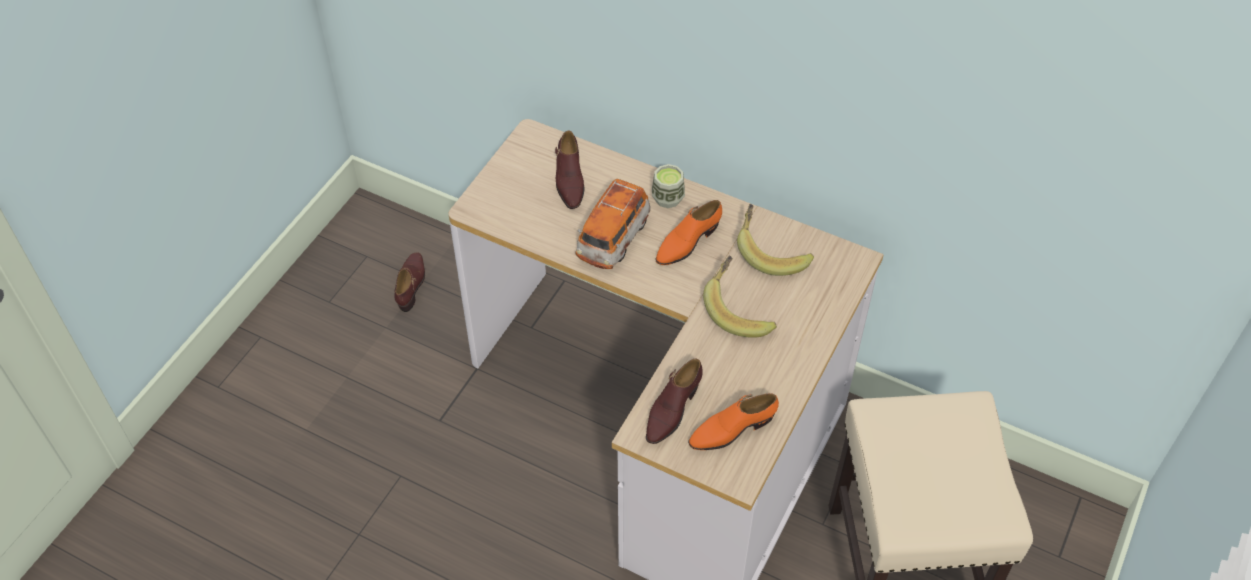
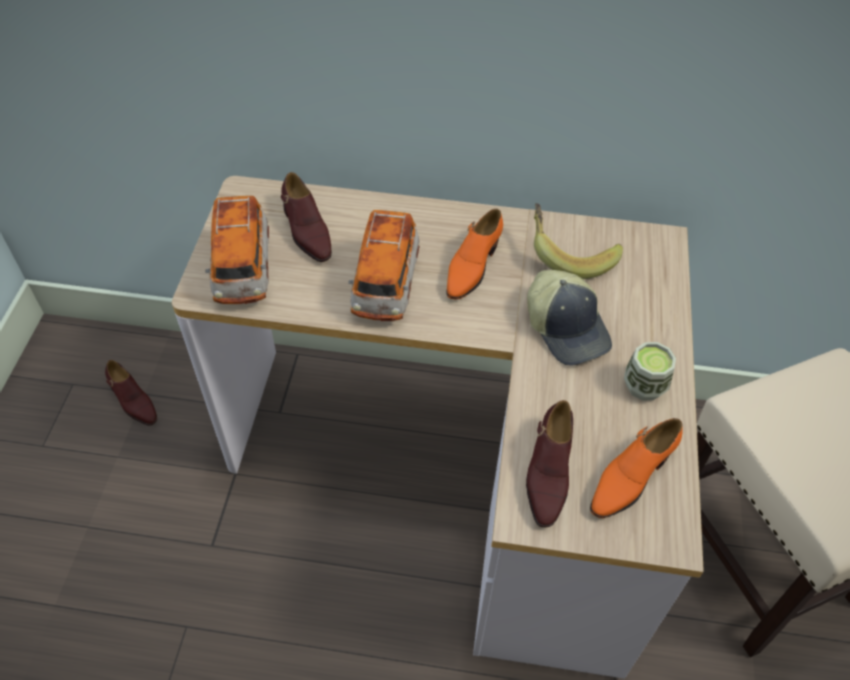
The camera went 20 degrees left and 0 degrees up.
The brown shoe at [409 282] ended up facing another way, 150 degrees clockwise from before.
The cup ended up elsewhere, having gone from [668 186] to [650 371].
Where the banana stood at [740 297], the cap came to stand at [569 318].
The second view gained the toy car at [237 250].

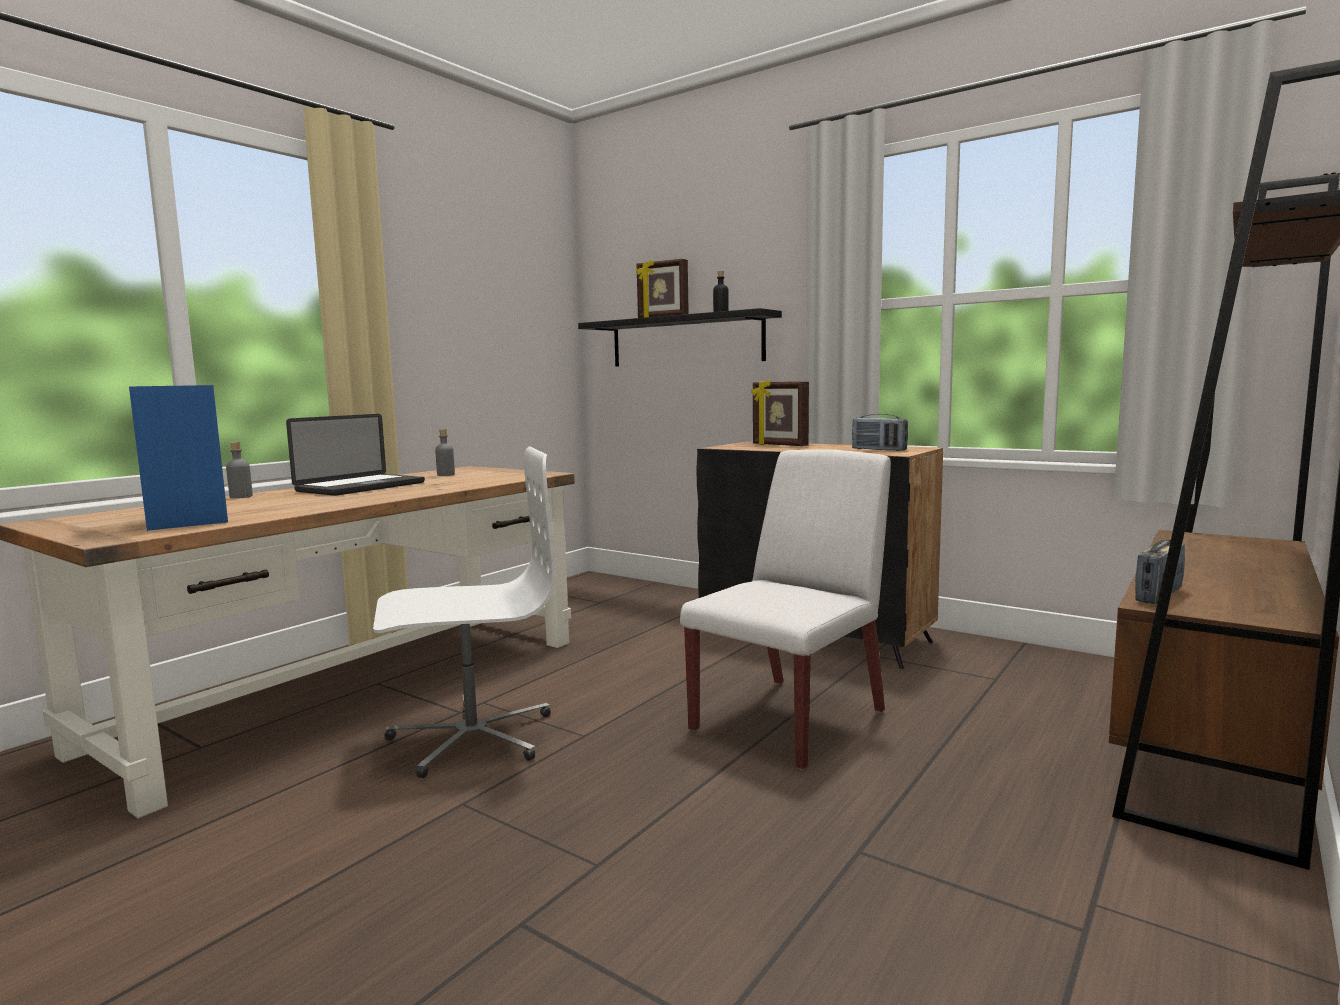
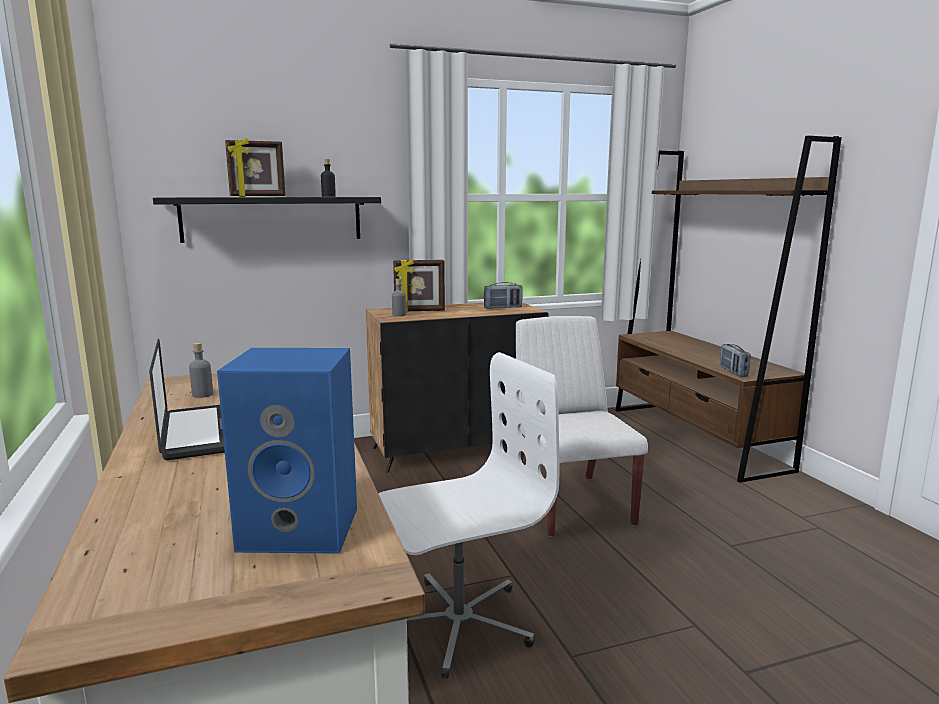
The camera went 55 degrees left and 5 degrees up.
The grey bottle ended up elsewhere, having gone from [239 470] to [399 298].
The white office chair at [464 612] ended up facing another way, 45 degrees clockwise from before.

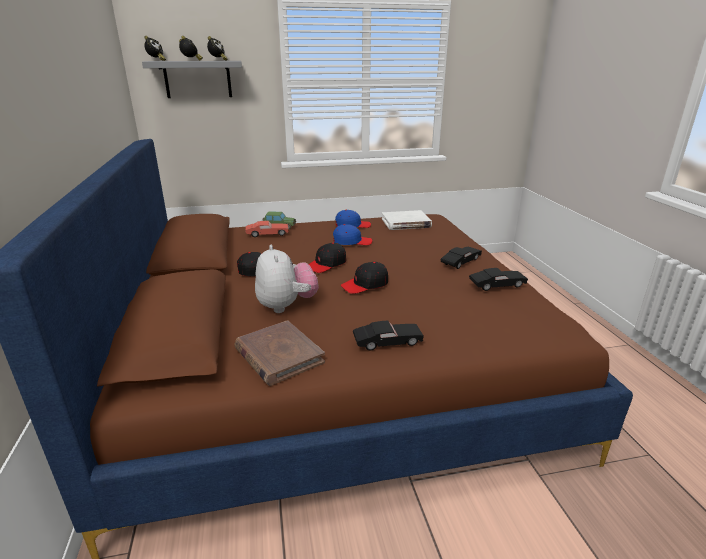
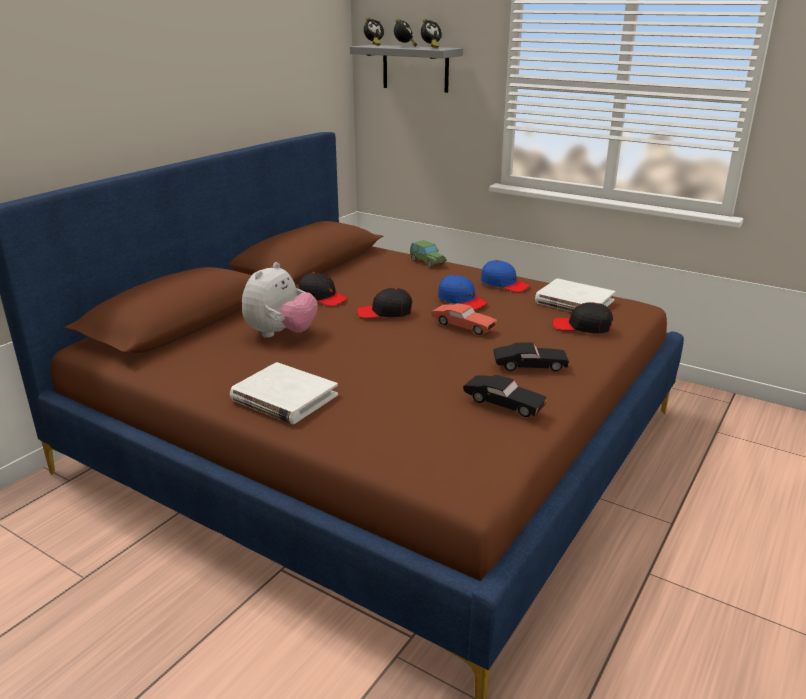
The camera went 45 degrees right and 0 degrees up.
The second view lost the brown book at [279 353].
The red toy car ended up elsewhere, having gone from [267 229] to [464 319].
The black cap ended up elsewhere, having gone from [364 278] to [582 318].
Where the black toy car stood at [388 335], the white book came to stand at [284 393].

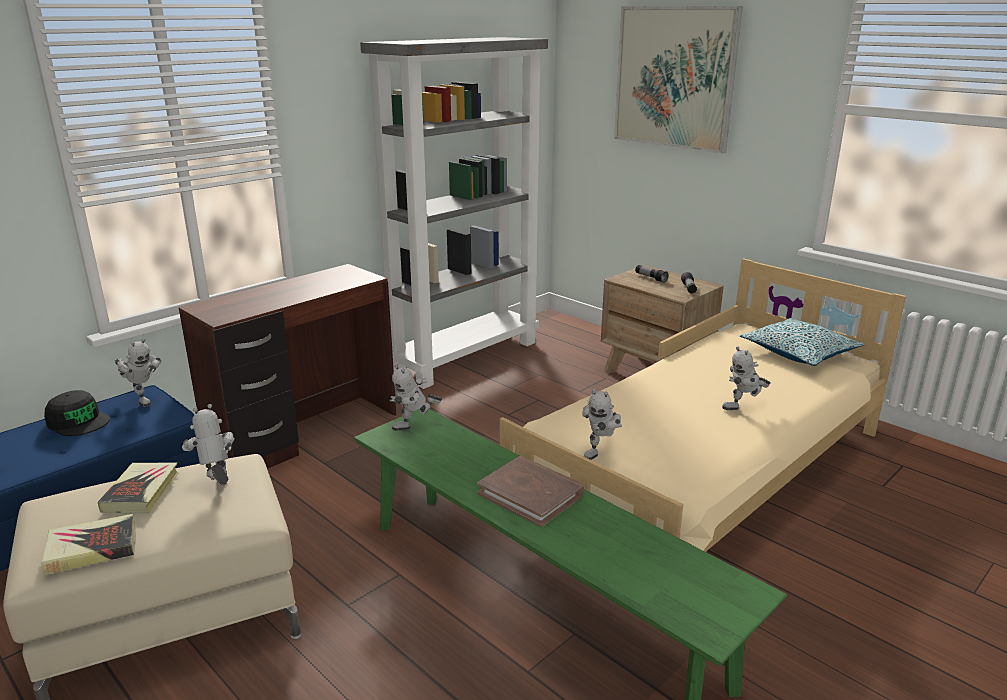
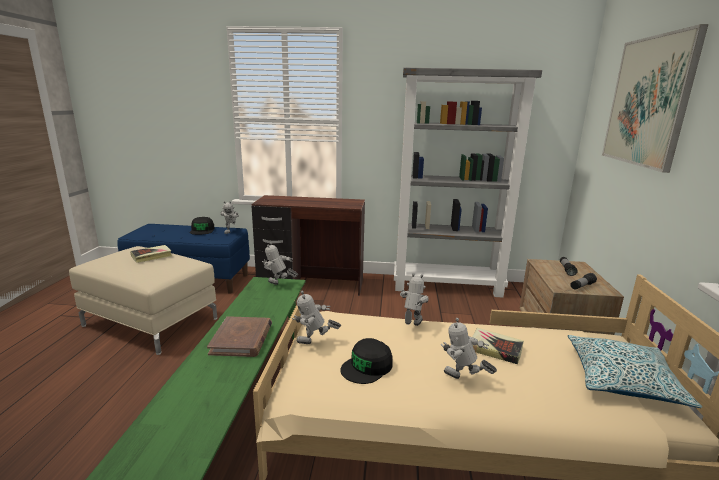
The camera went 50 degrees right and 5 degrees down.
The book ended up elsewhere, having gone from [88 545] to [498 346].
The toy robot ended up elsewhere, having gone from [208 445] to [414 299].
The second view gained the black cap at [366 361].

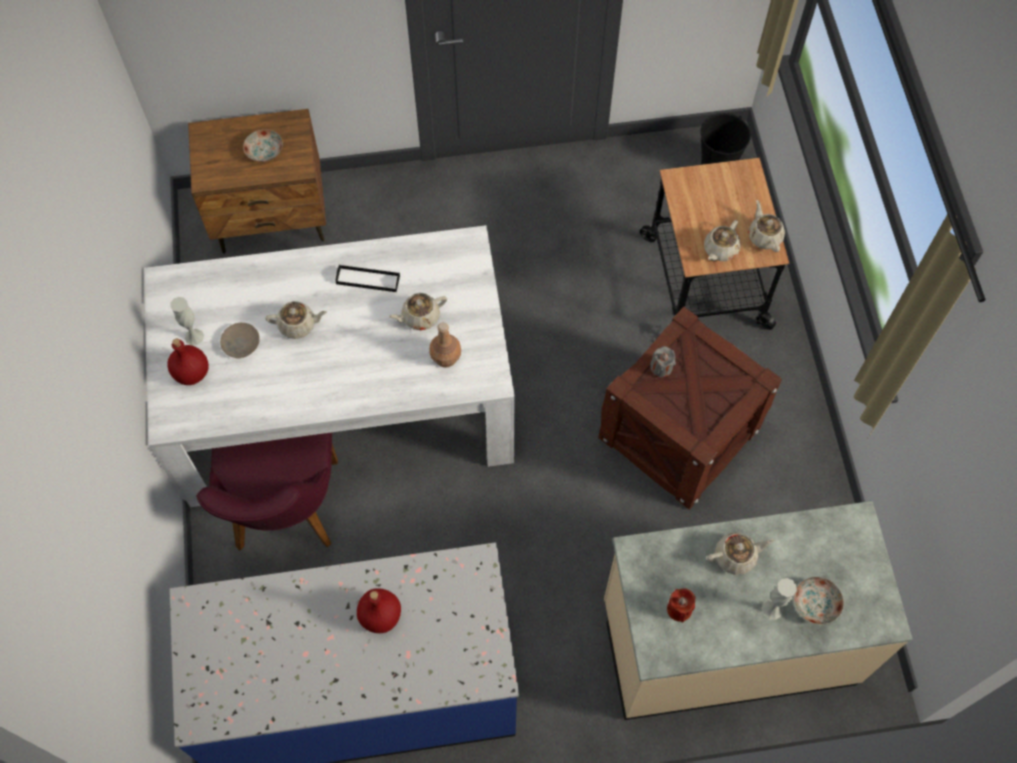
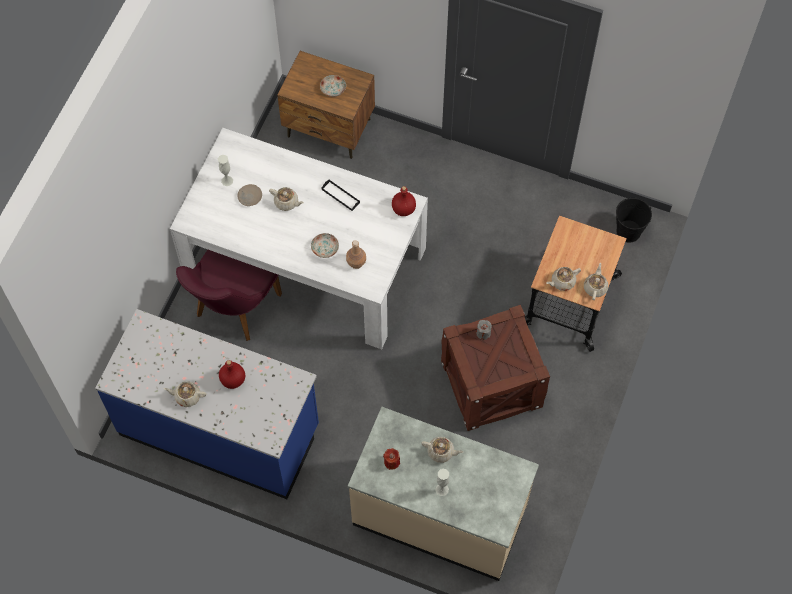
The camera went 30 degrees right and 0 degrees up.
The red bottle ended up elsewhere, having gone from [188 362] to [404 201].
The beige teapot ended up elsewhere, having gone from [418 311] to [185 394].
The plate ended up elsewhere, having gone from [819 600] to [325 245].

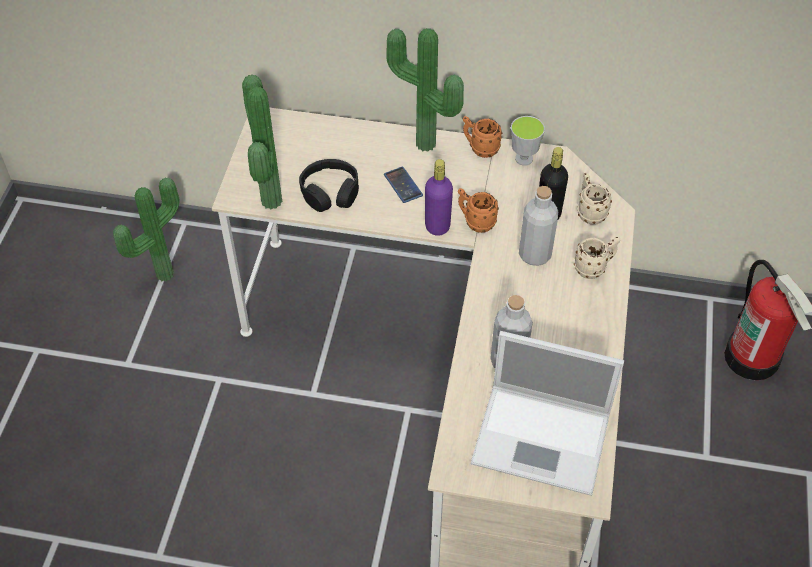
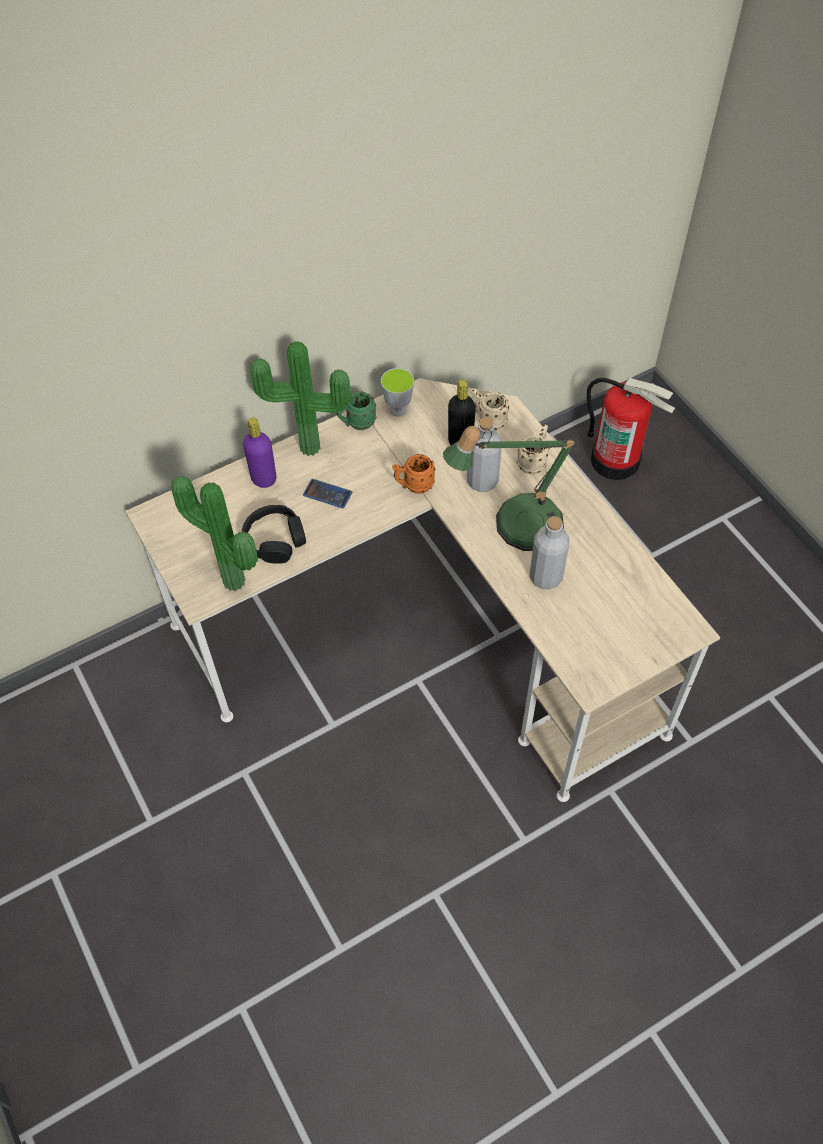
The camera went 40 degrees left and 5 degrees up.
The second view lost the potted plant at [146 229].
The purple bottle ended up elsewhere, having gone from [439 197] to [259 453].
What was the orange mug at [482 137] turned into the green mug at [356 410].
The second view lost the laptop at [547 413].
The second view gained the table lamp at [511 488].

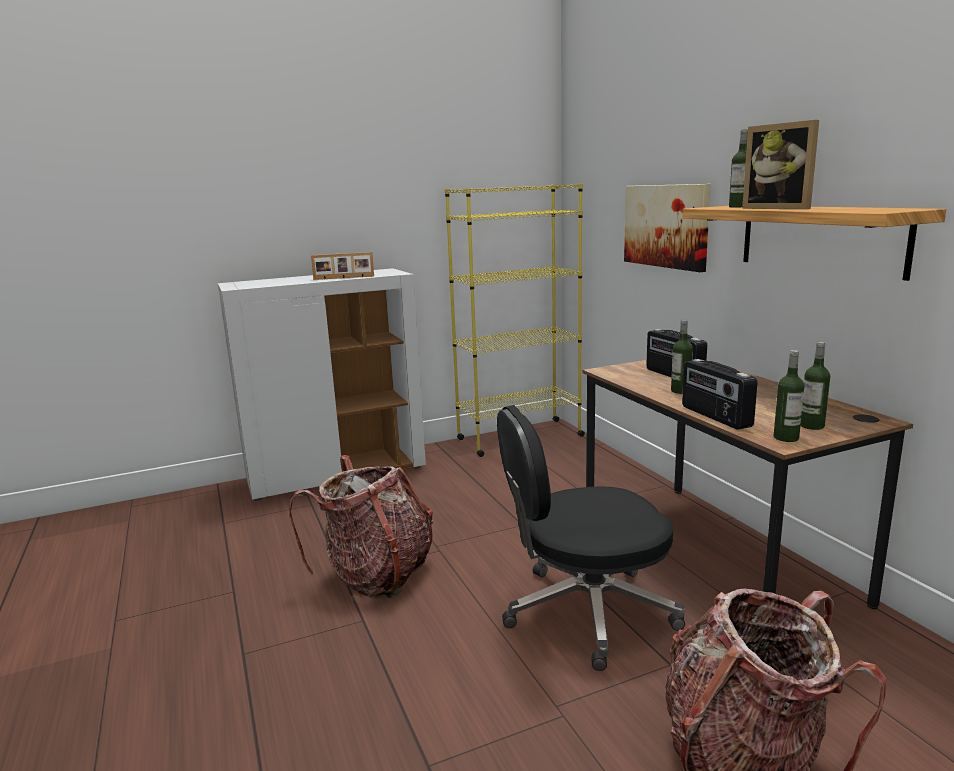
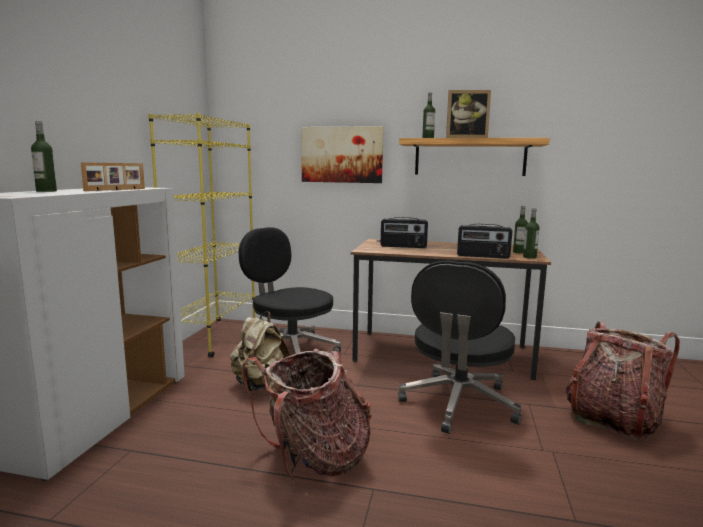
The camera went 55 degrees left and 5 degrees down.
The bottle ended up elsewhere, having gone from [682 357] to [44 156].
The second view gained the beige backpack at [260 351].
The second view gained the black office chair at [289 290].

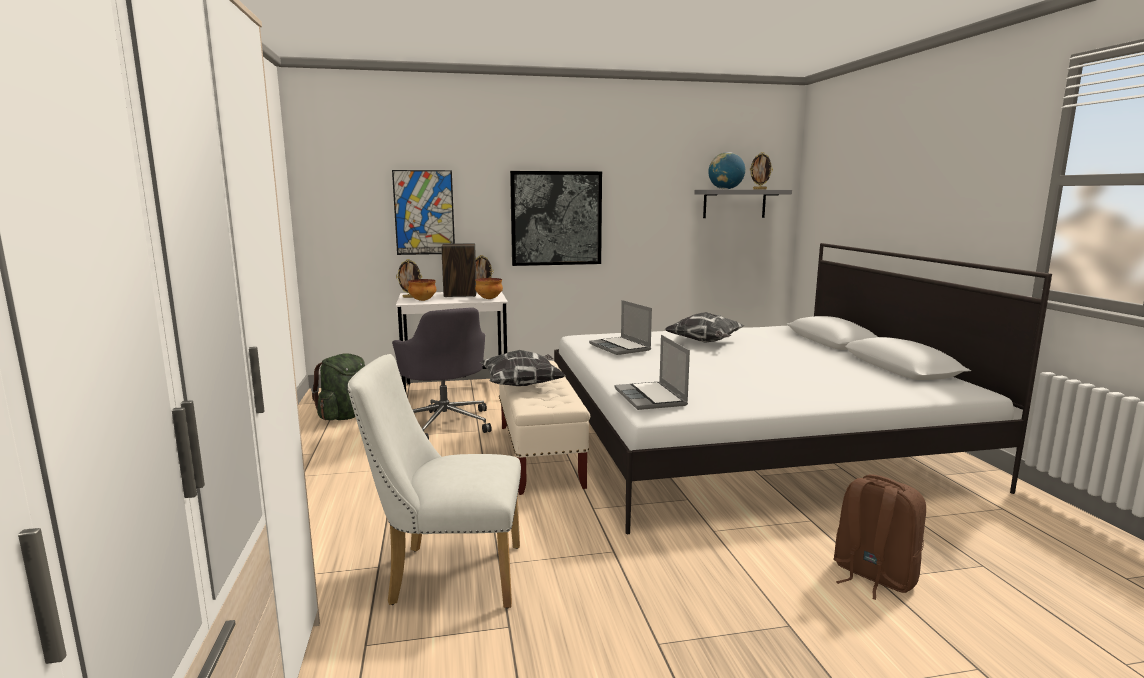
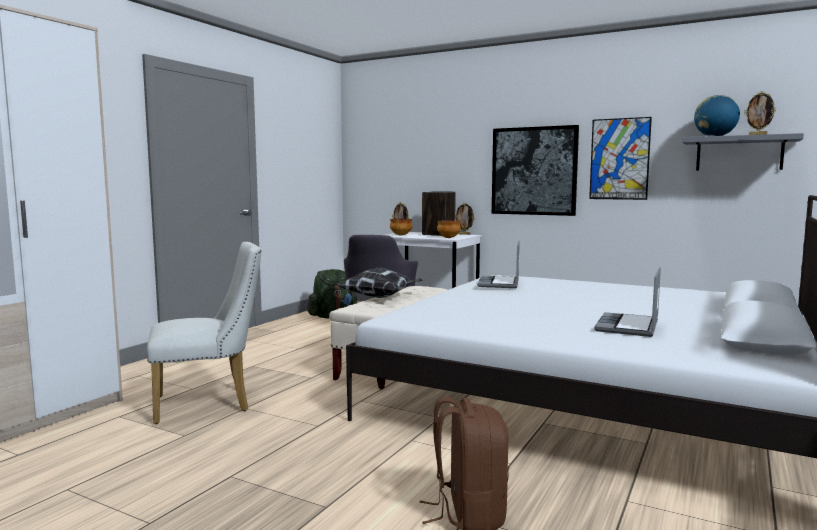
The camera went 40 degrees right and 5 degrees down.
The white chair at [434 481] ended up facing another way, 120 degrees clockwise from before.
The picture ended up elsewhere, having gone from [423 212] to [620 158].
The laptop ended up elsewhere, having gone from [652 372] to [627 302].
The second view lost the pillow at [705 327].

